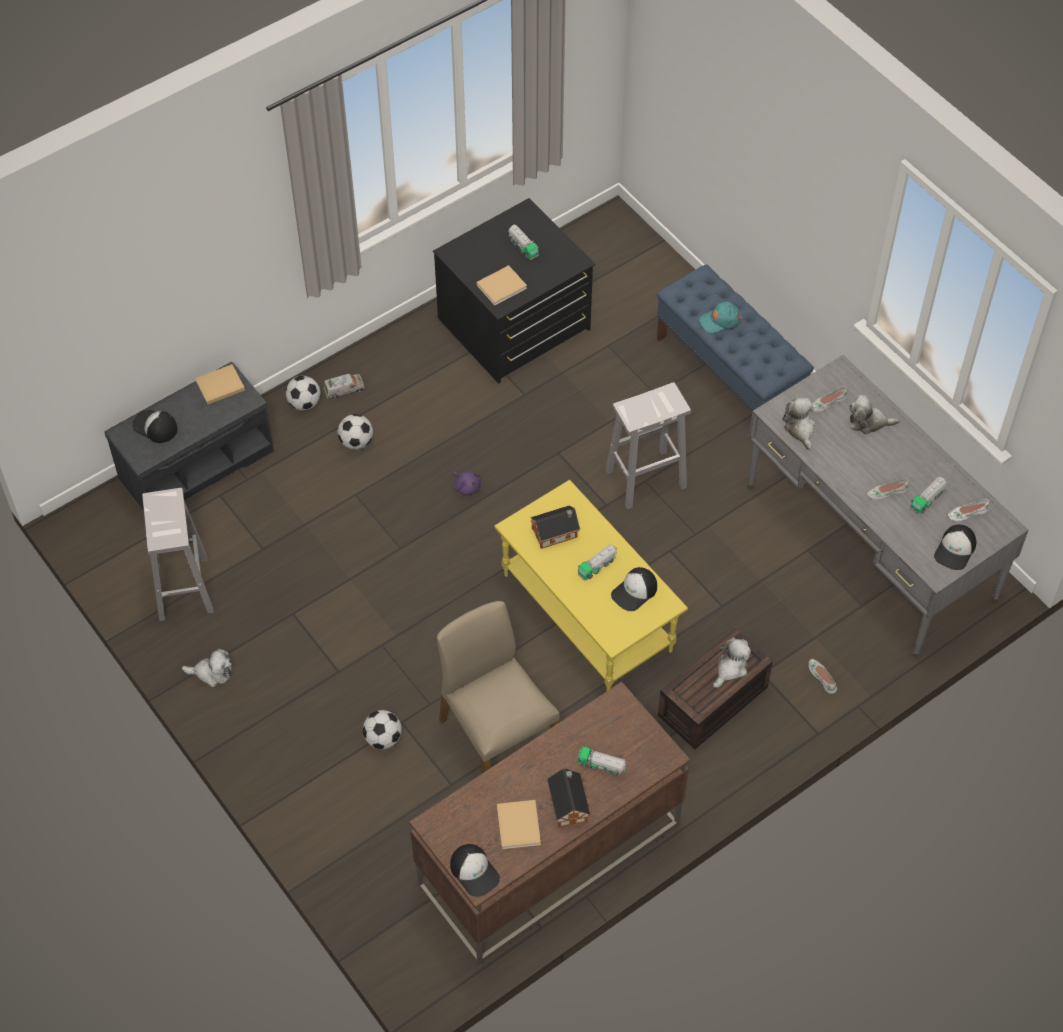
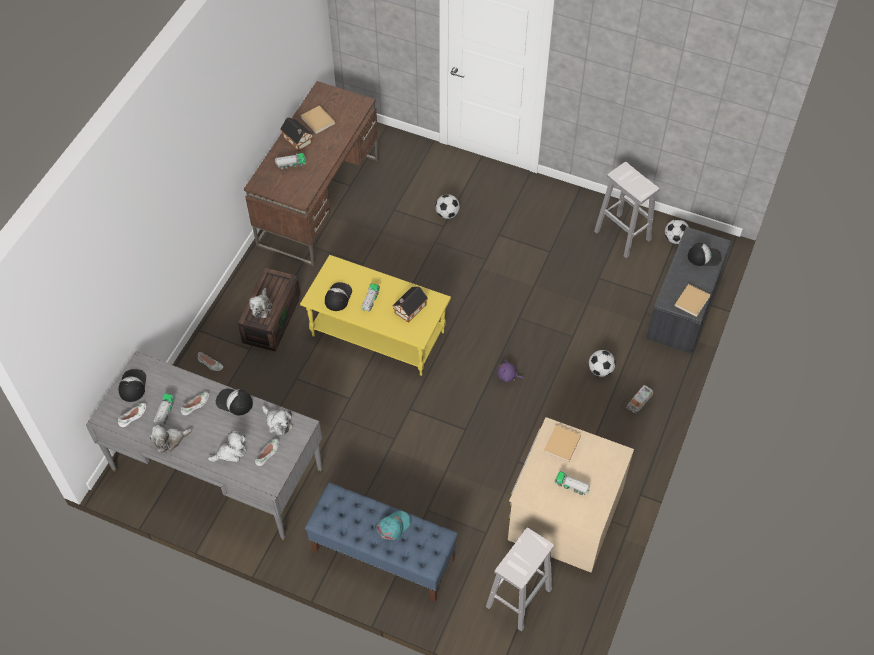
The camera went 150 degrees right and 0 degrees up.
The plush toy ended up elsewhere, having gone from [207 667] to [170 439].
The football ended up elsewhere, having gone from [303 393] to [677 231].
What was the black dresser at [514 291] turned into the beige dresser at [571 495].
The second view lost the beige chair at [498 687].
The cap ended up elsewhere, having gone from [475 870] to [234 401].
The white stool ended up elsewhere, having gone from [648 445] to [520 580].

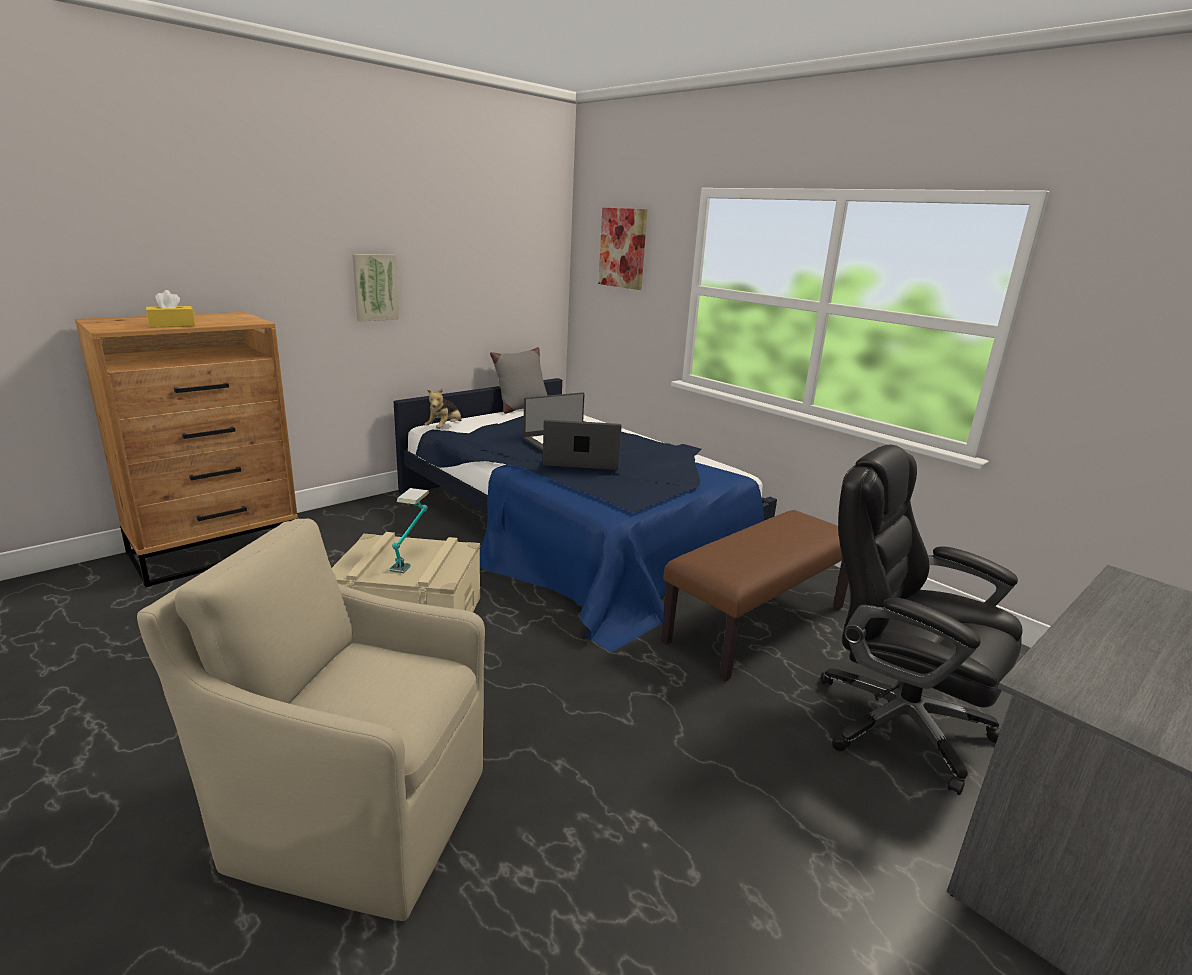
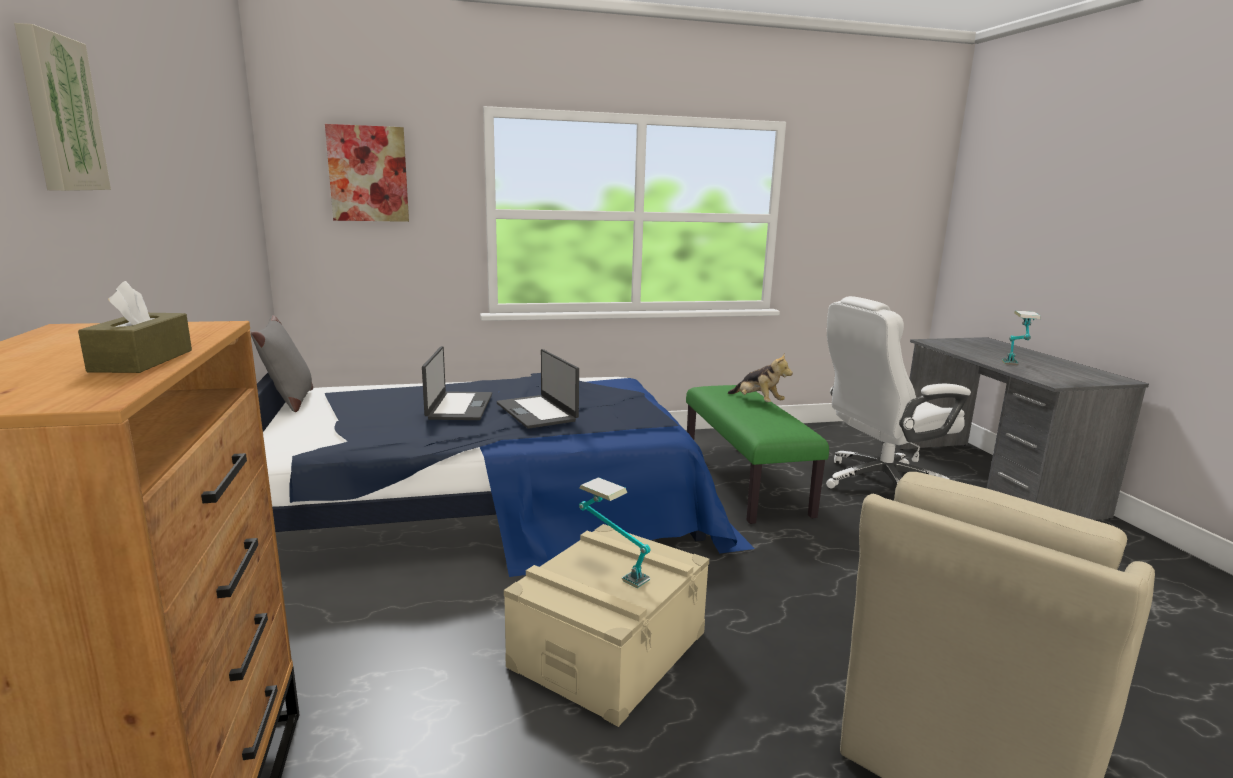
The camera went 60 degrees left and 5 degrees down.
What was the yellow tissue box at [170 309] turned into the brown tissue box at [135 327].
The picture ended up elsewhere, having gone from [375 287] to [62 107].
The plush toy ended up elsewhere, having gone from [443 408] to [760 377].
The laptop at [582 444] ended up facing another way, 60 degrees counterclockwise from before.
What was the brown bench at [755 596] turned into the green bench at [757 454].
What was the black office chair at [921 619] turned into the white office chair at [898 392].
The second view gained the table lamp at [1021 337].

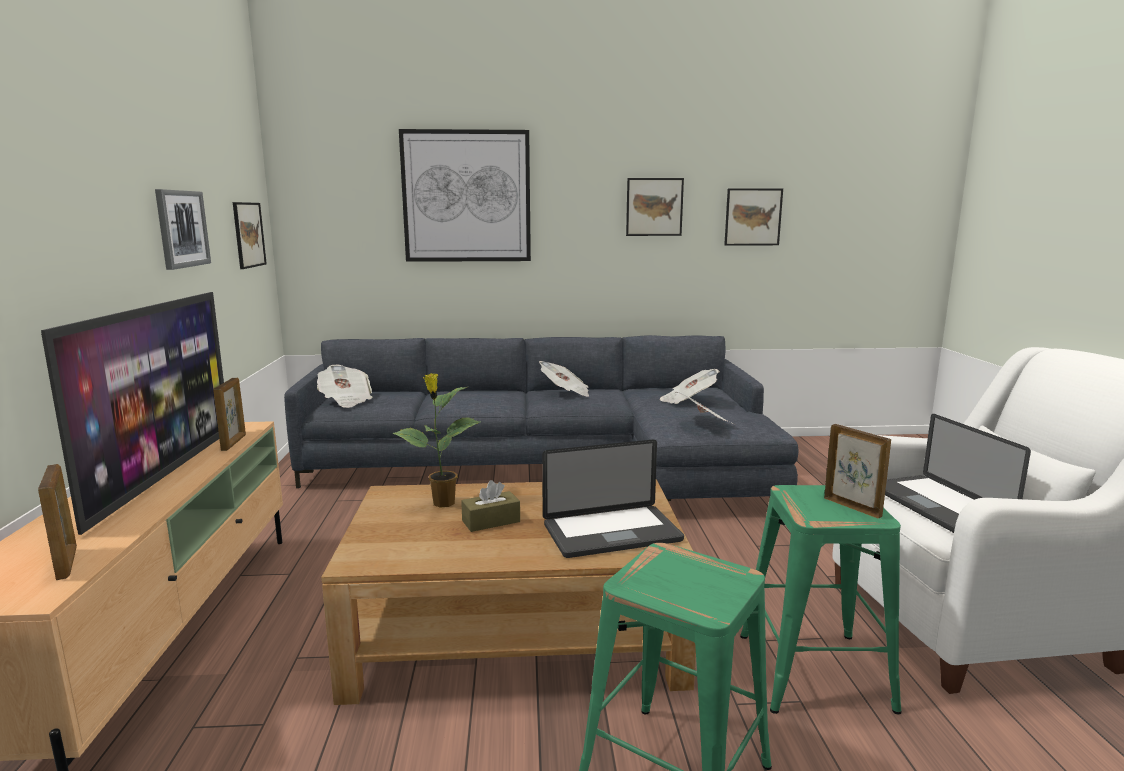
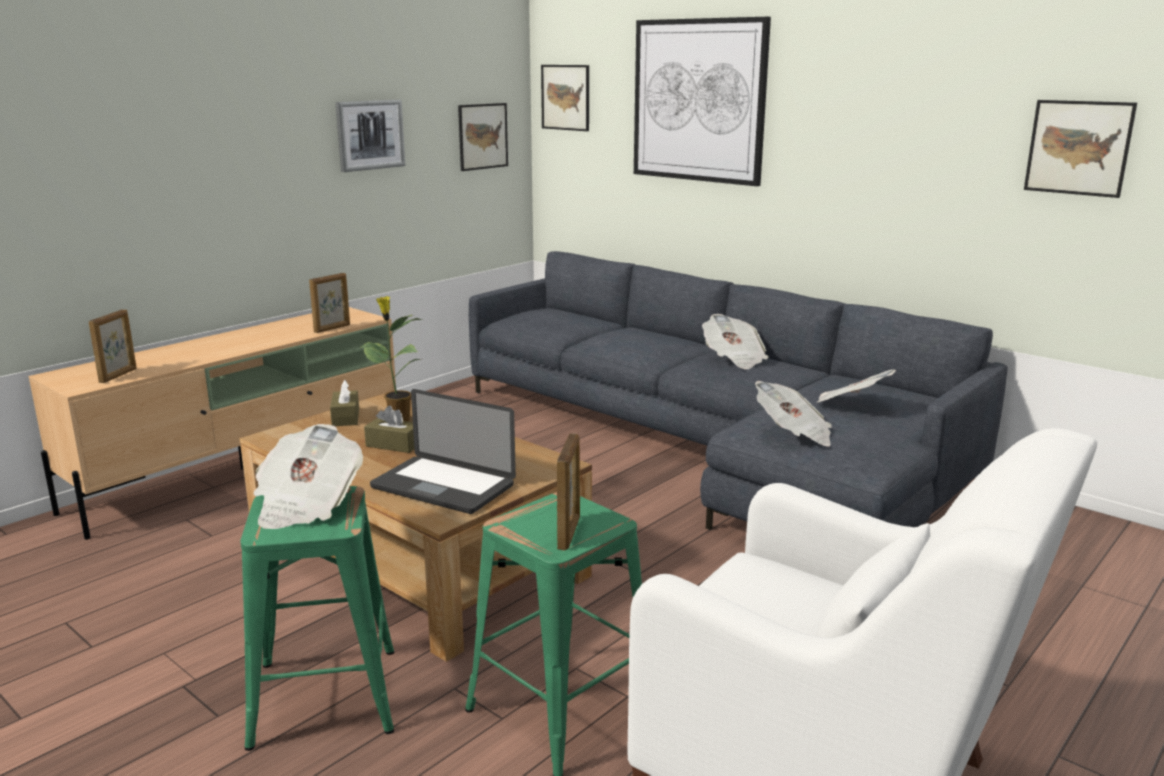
The camera went 45 degrees right and 5 degrees up.
The second view lost the television at [132 413].
The newspaper ended up elsewhere, having gone from [344 386] to [308 476].
The picture ended up elsewhere, having gone from [655 207] to [565 98].
The second view lost the laptop at [958 473].
The second view gained the brown tissue box at [344 403].

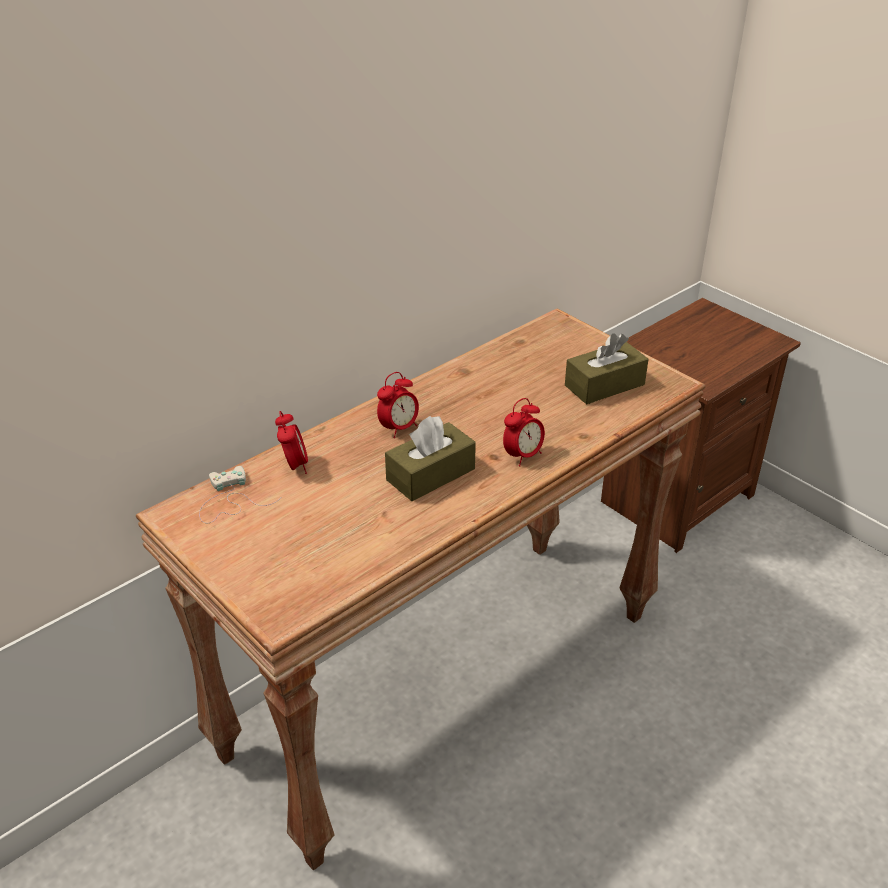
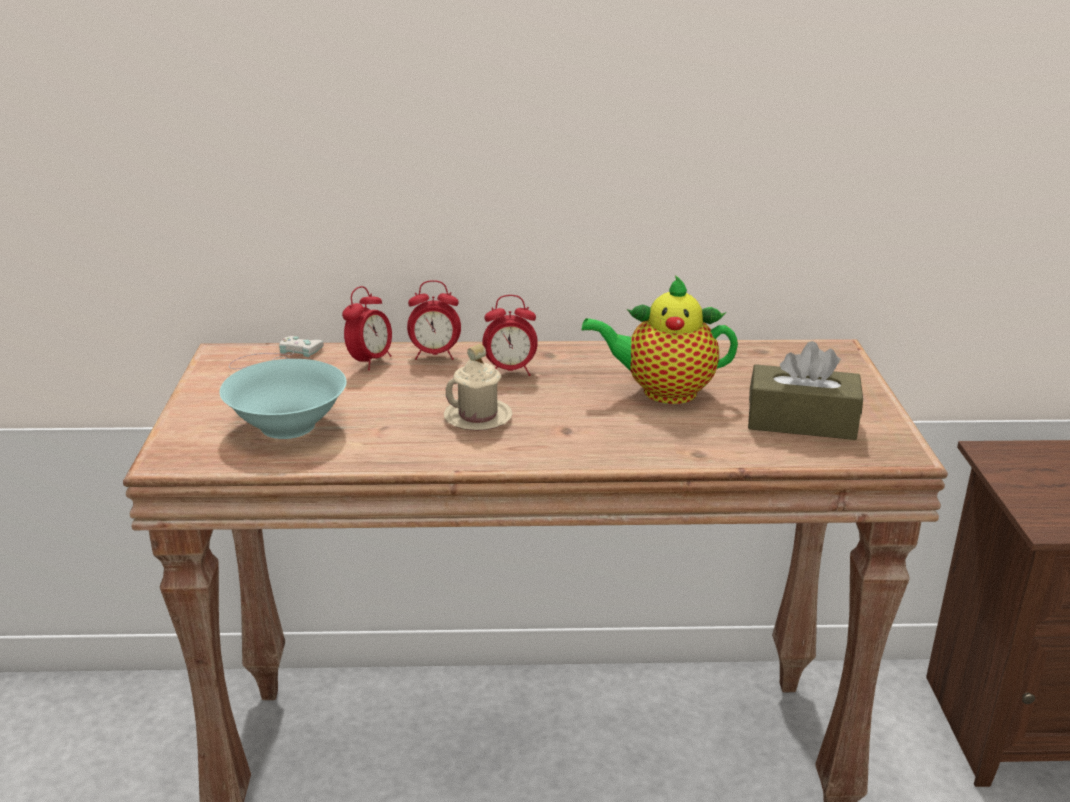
The camera went 40 degrees right and 10 degrees down.
Where the brown tissue box stood at [430 458], the beige mug came to stand at [478 387].
The alarm clock ended up elsewhere, having gone from [524 432] to [434 320].
The second view gained the turquoise bowl at [283 399].
The second view gained the teapot at [660 339].

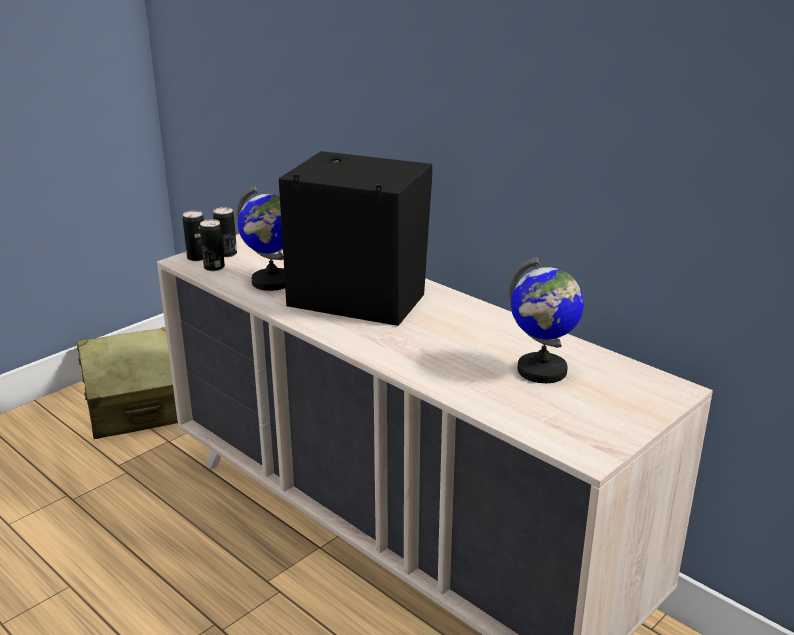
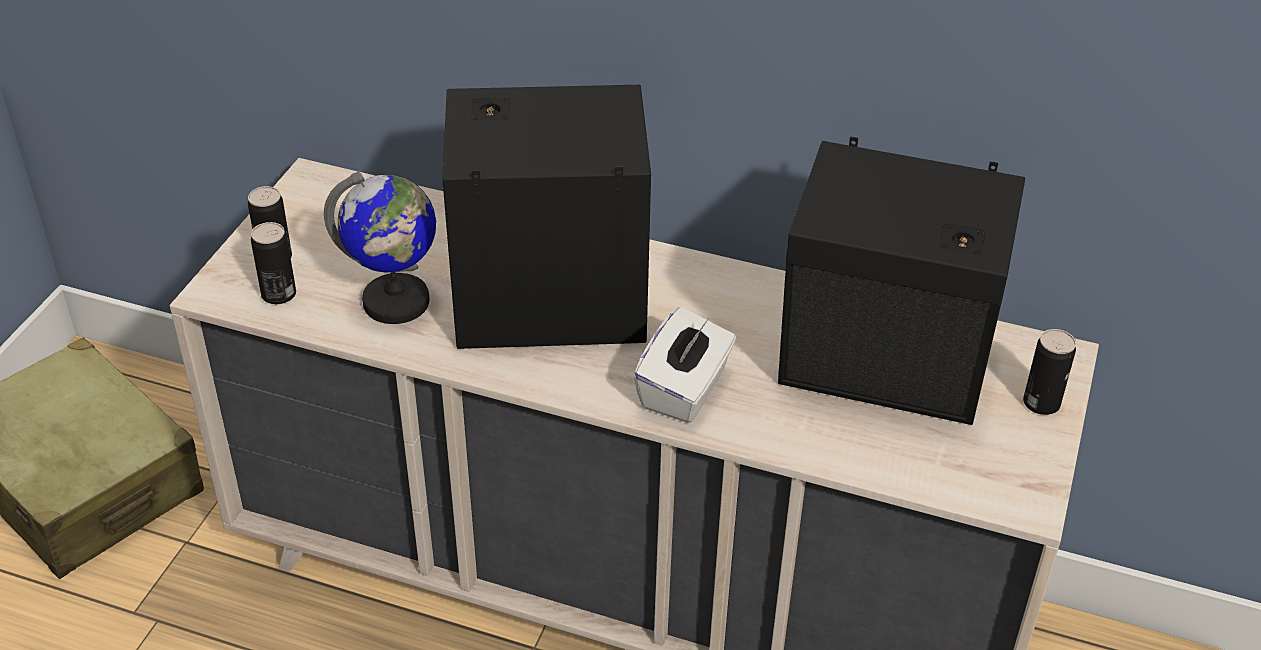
The camera went 25 degrees left and 15 degrees up.
The can ended up elsewhere, having gone from [193 236] to [1049 372].
Where the globe stood at [546 320], the black speaker came to stand at [901 281].
The second view gained the white tissue box at [684 365].

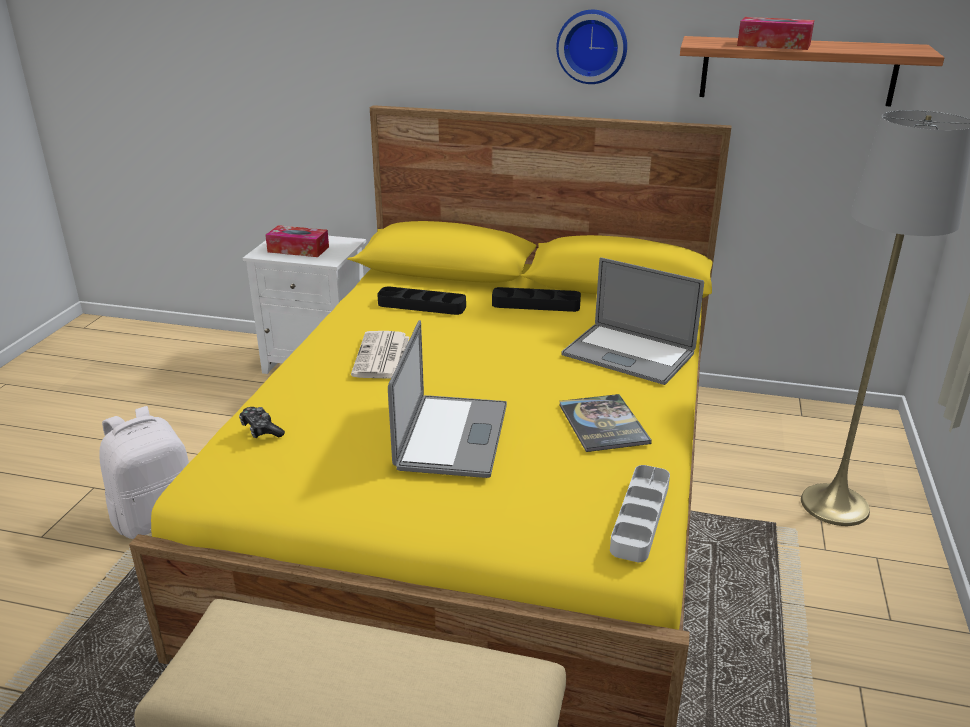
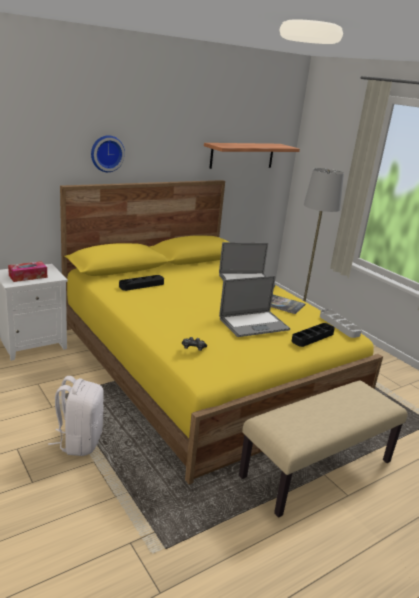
The camera went 50 degrees left and 5 degrees down.
The second view lost the newspaper at [380 355].
The laptop at [447 399] ended up facing another way, 105 degrees clockwise from before.
The black tray ended up elsewhere, having gone from [536 299] to [313 335].
The wall clock ended up elsewhere, having gone from [591 47] to [108 153].
The second view lost the tissue box at [775 33].

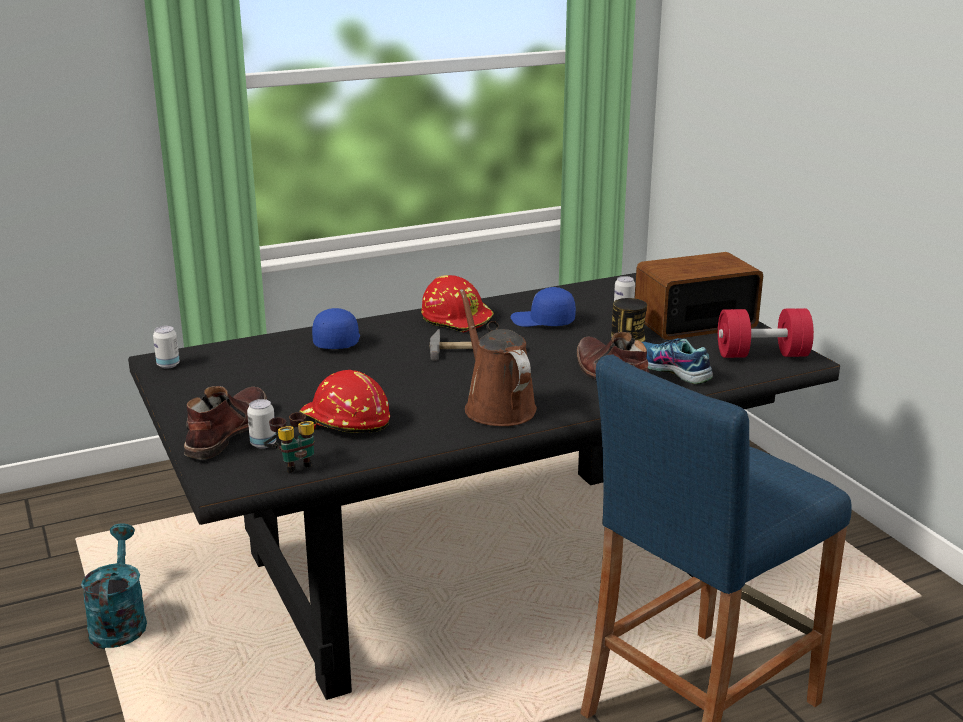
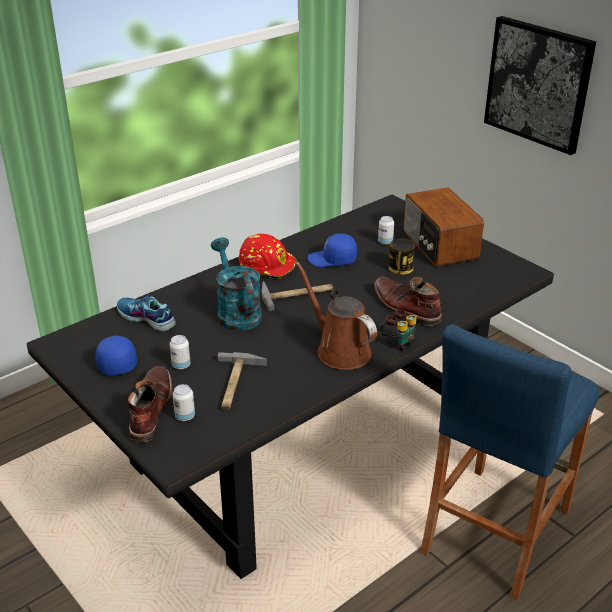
The camera went 15 degrees left and 10 degrees up.
The turquoise watering can ended up elsewhere, having gone from [114 586] to [236 284].
The can ended up elsewhere, having gone from [166 347] to [180 352].
The binoculars ended up elsewhere, having gone from [289 442] to [398 330].
Where the red hard hat stood at [344 401], the hammer came to stand at [242 380].
The blue cap ended up elsewhere, having gone from [336 328] to [116 355].
The radio at [699 296] ended up facing another way, 75 degrees counterclockwise from before.
The shoe ended up elsewhere, having gone from [677 361] to [146 314].
The second view lost the red dumbbell at [766 333].
The second view gained the picture at [540 85].

